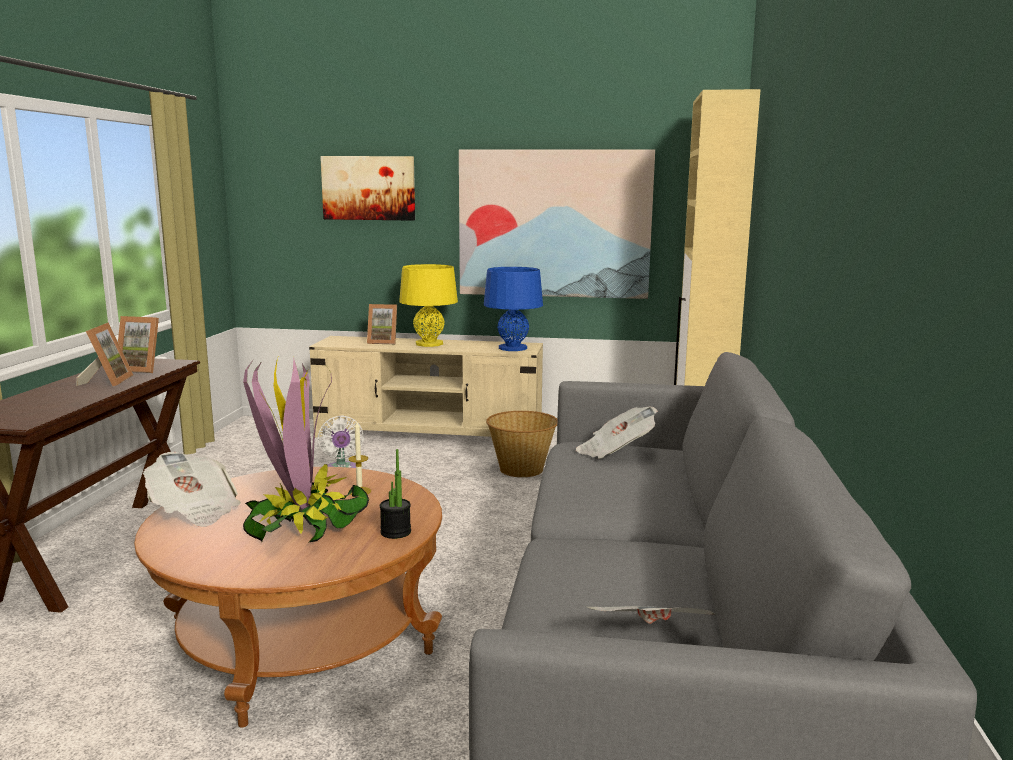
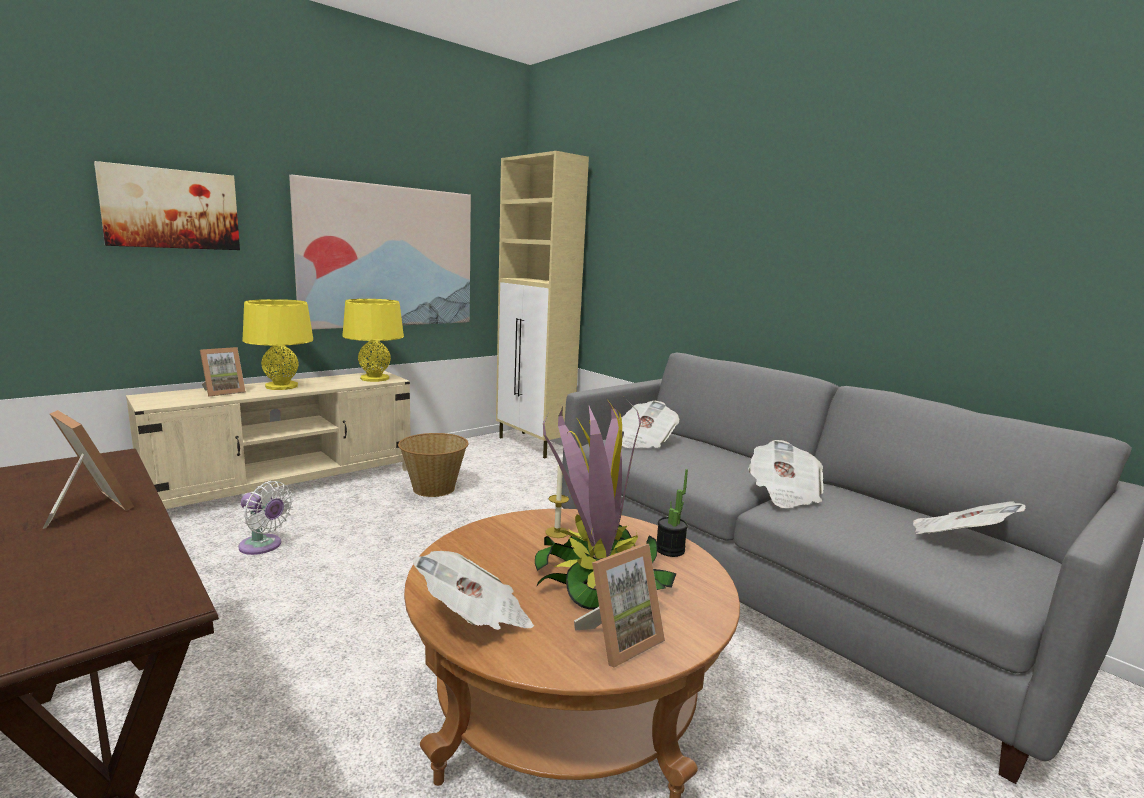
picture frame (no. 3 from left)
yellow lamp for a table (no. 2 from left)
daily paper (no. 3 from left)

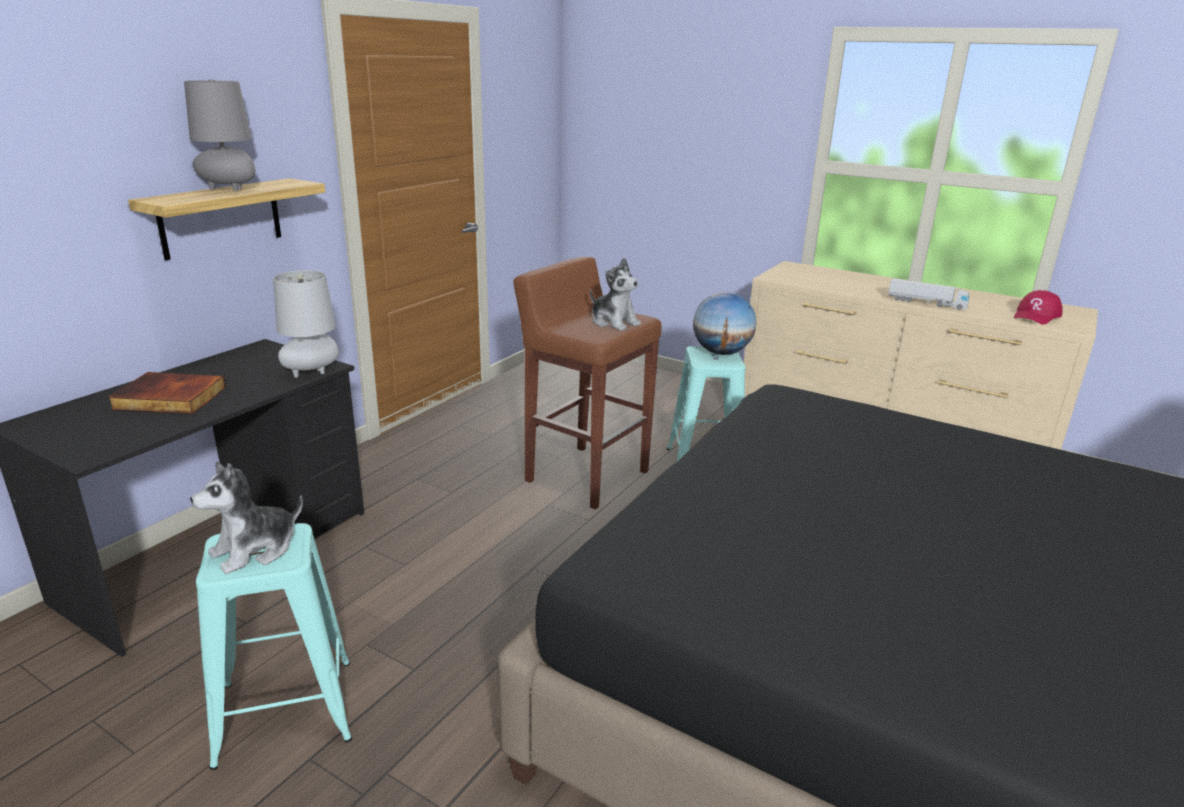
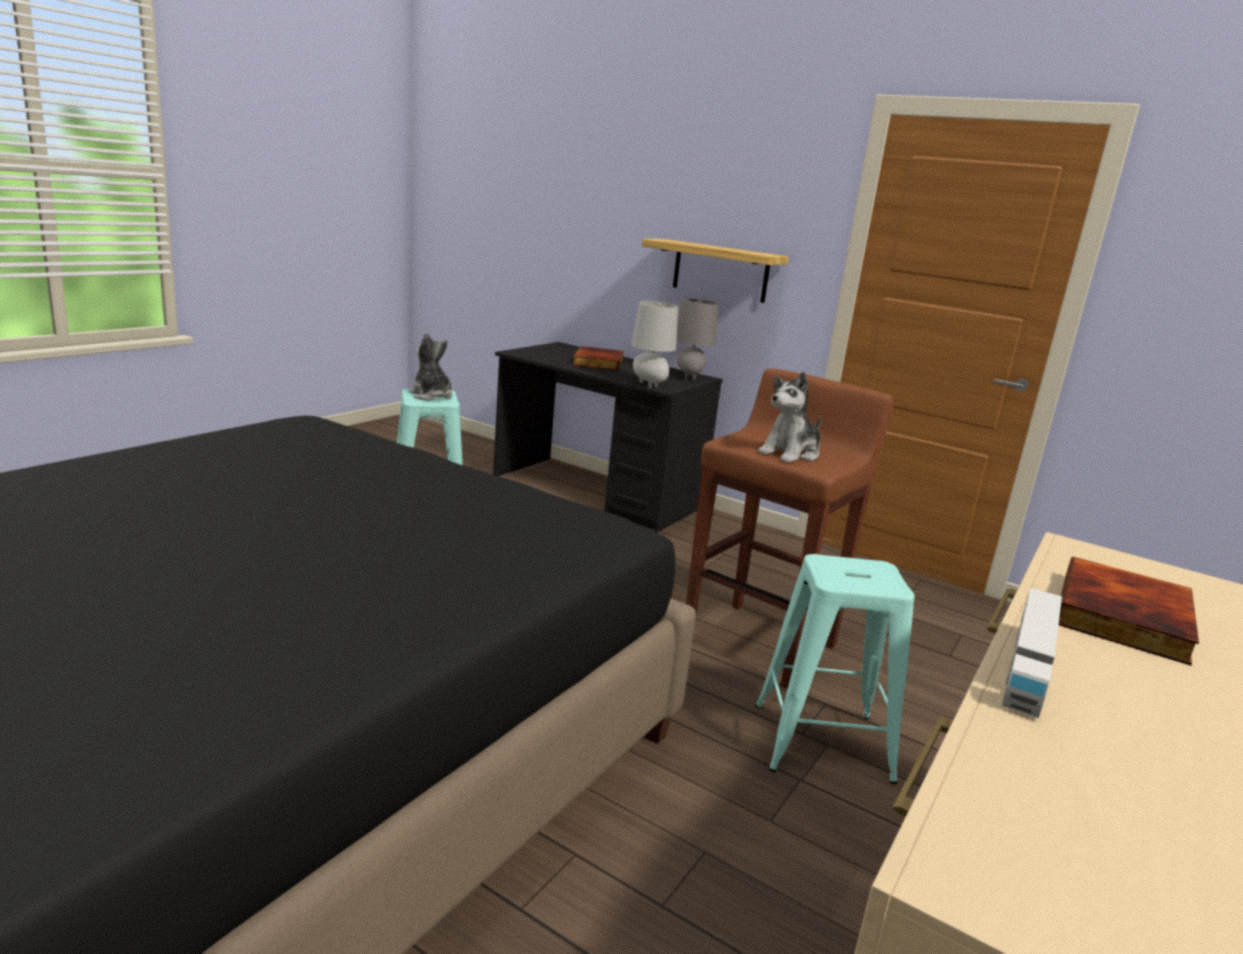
gray lamp for a table (no. 2 from left)
world globe
reddish cap
bound book (no. 2 from left)

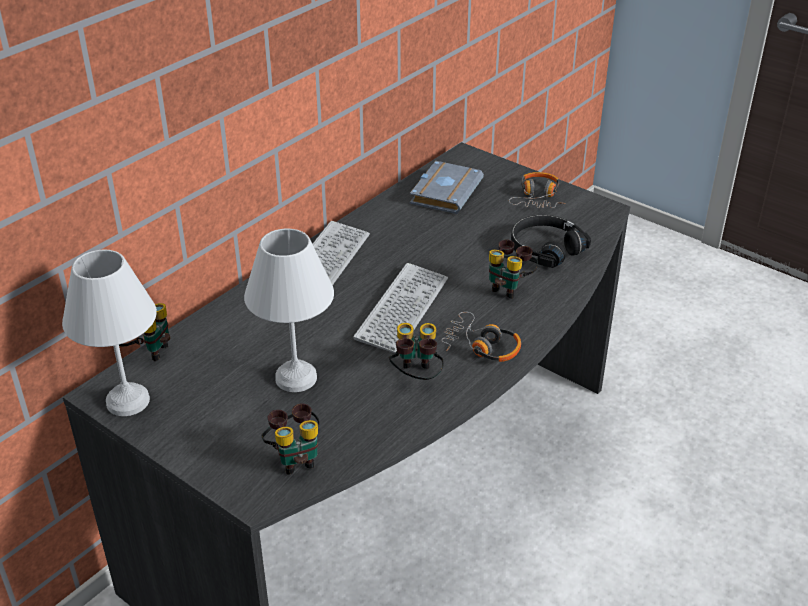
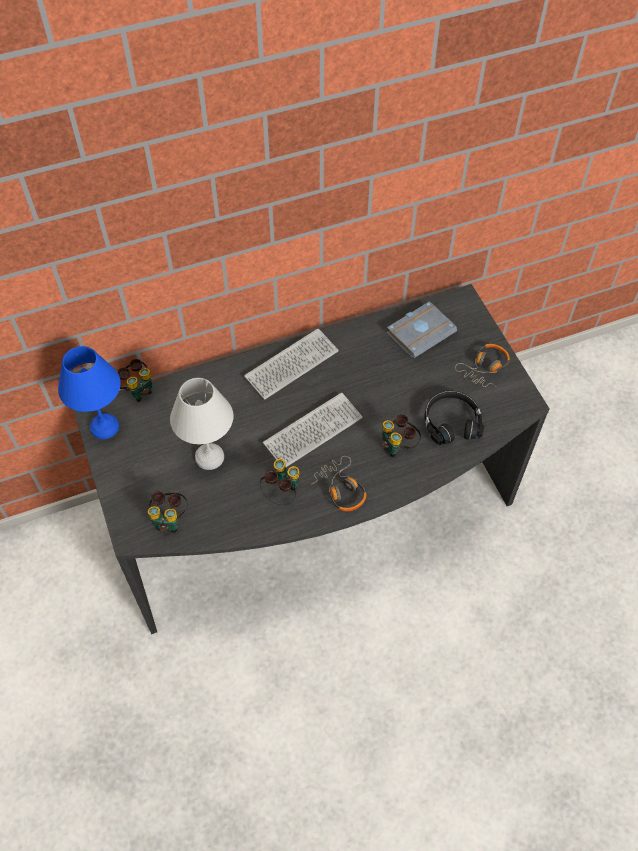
blue lamp for a table

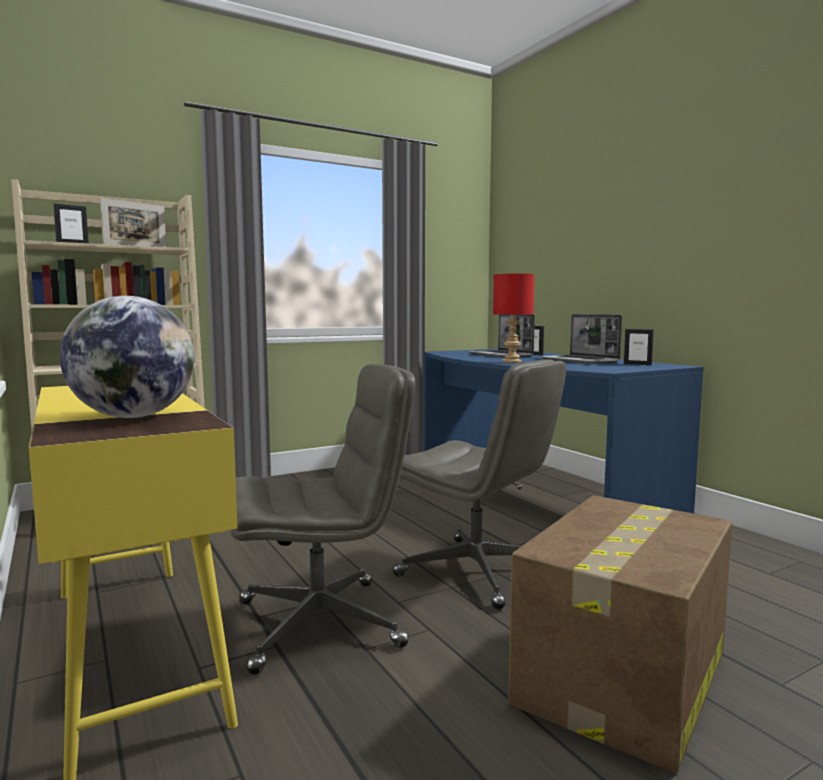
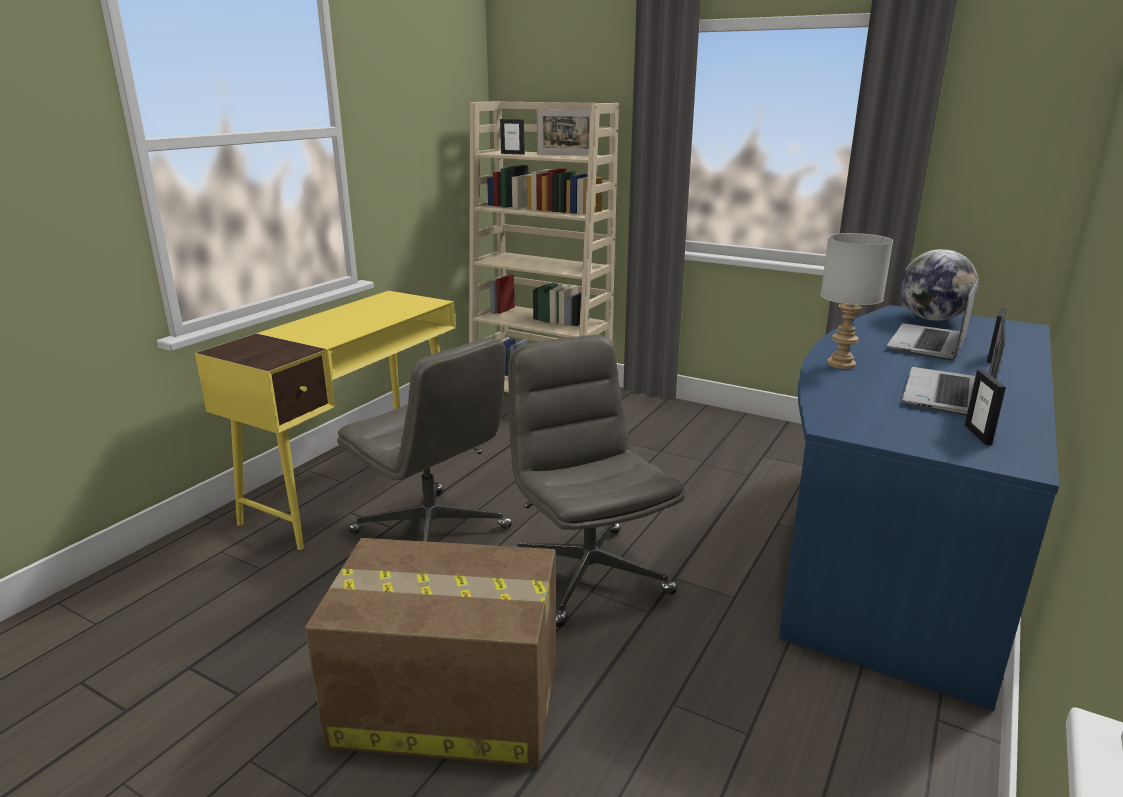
world globe
gray desk chair (no. 2 from left)
gray lamp for a table

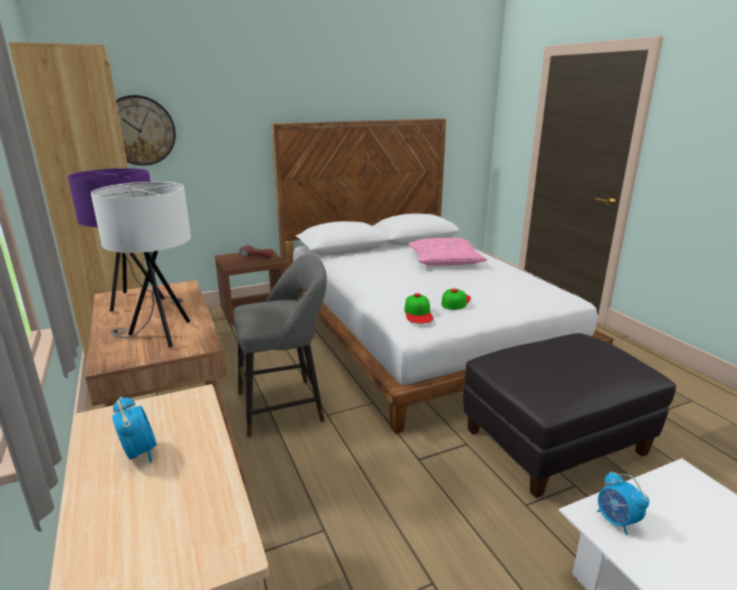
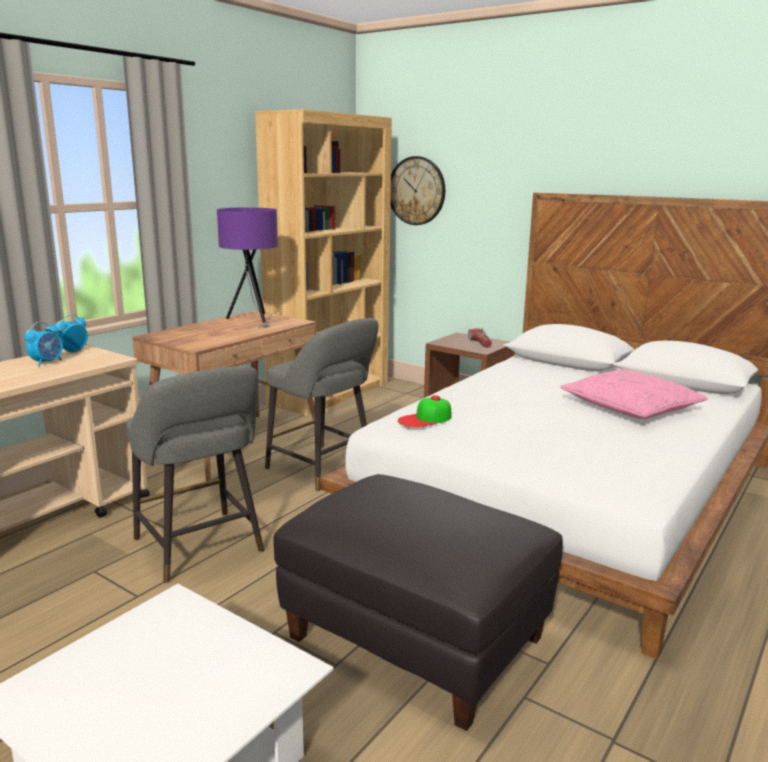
white lamp for a table
cap (no. 2 from left in the first image)
alarm clock (no. 2 from left)
gray stool (no. 1 from left)

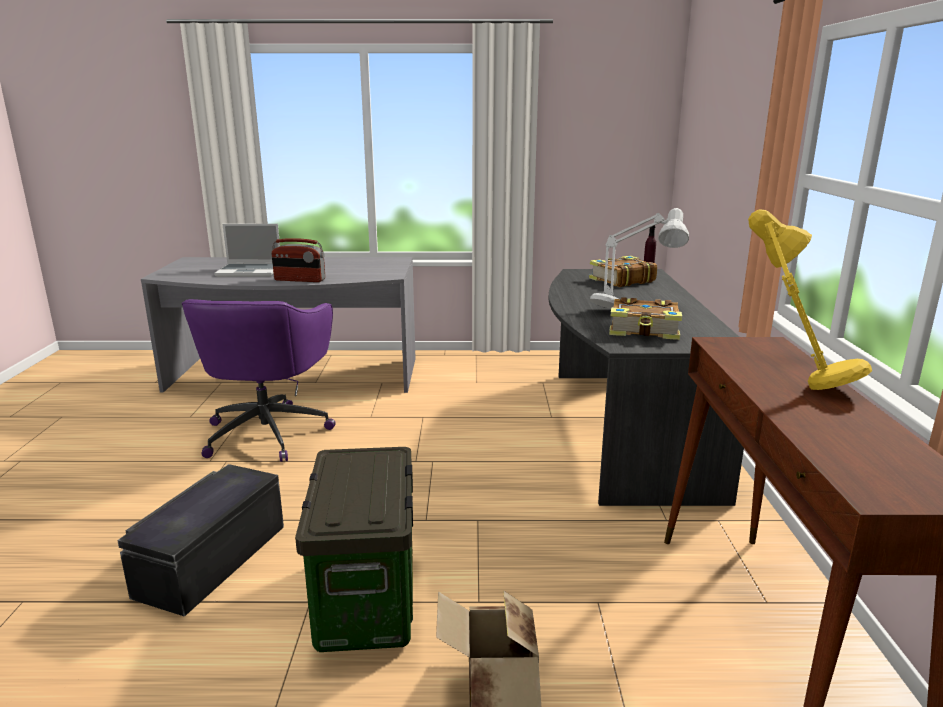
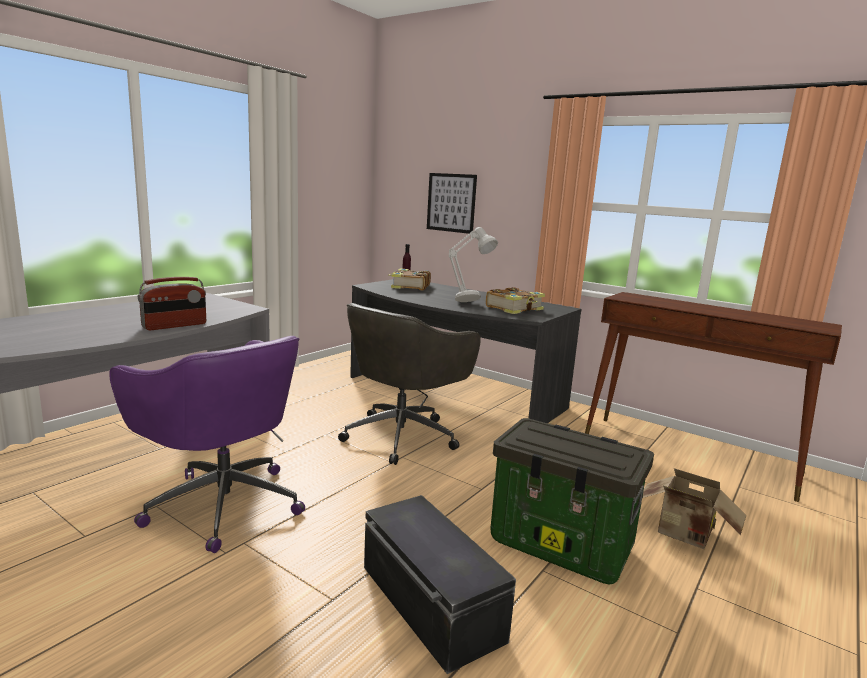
notebook computer
yellow lamp for a table
gray desk chair
wall picture

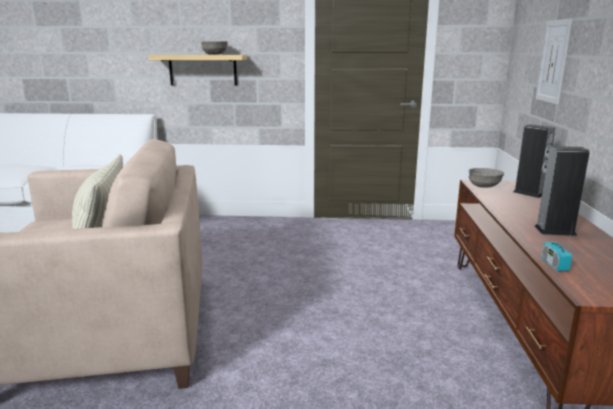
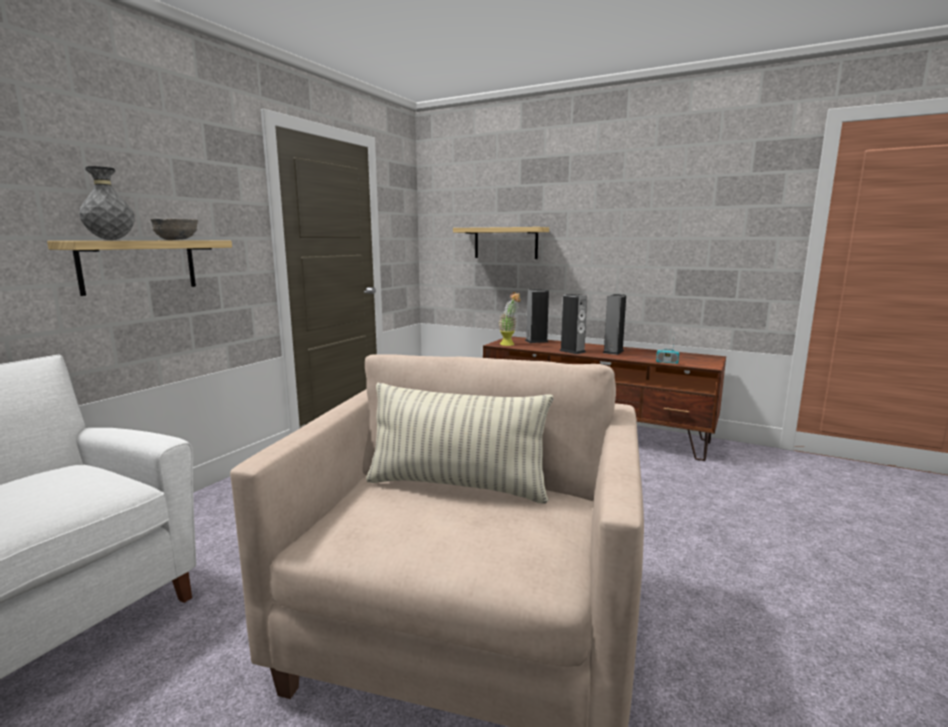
potted plant
bracket shelf (no. 2 from left)
gray vase
audio speaker (no. 2 from left)

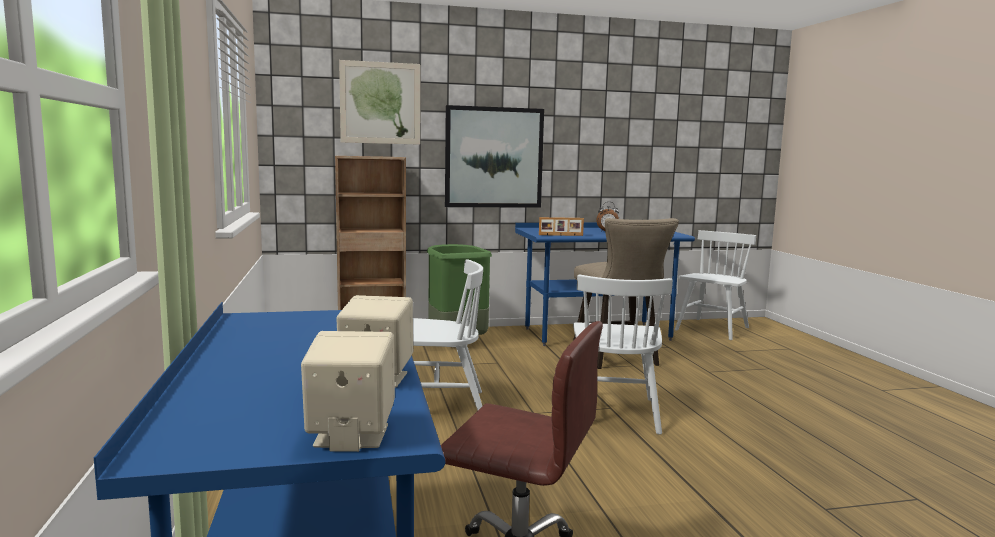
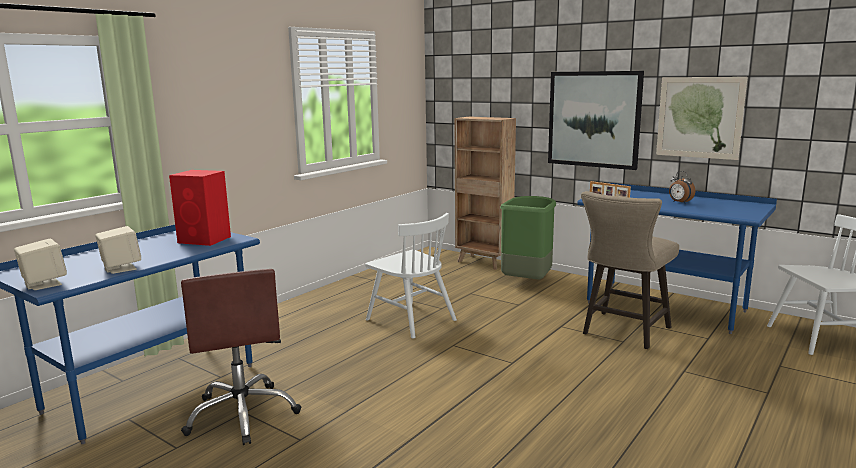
wall picture (no. 2 from left)
white plain chair (no. 2 from left in the first image)
reddish audio speaker

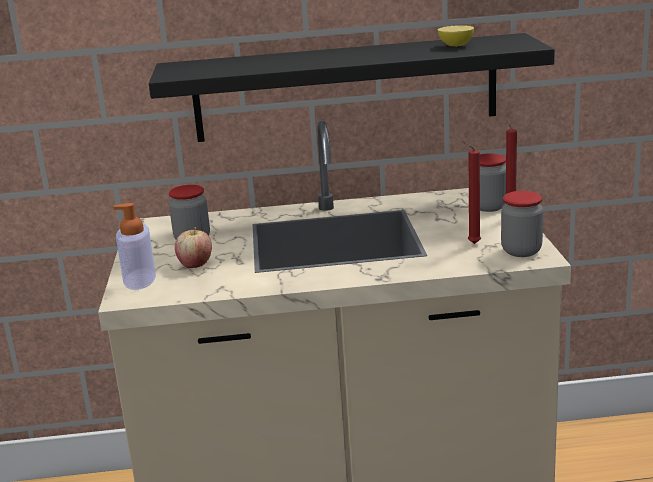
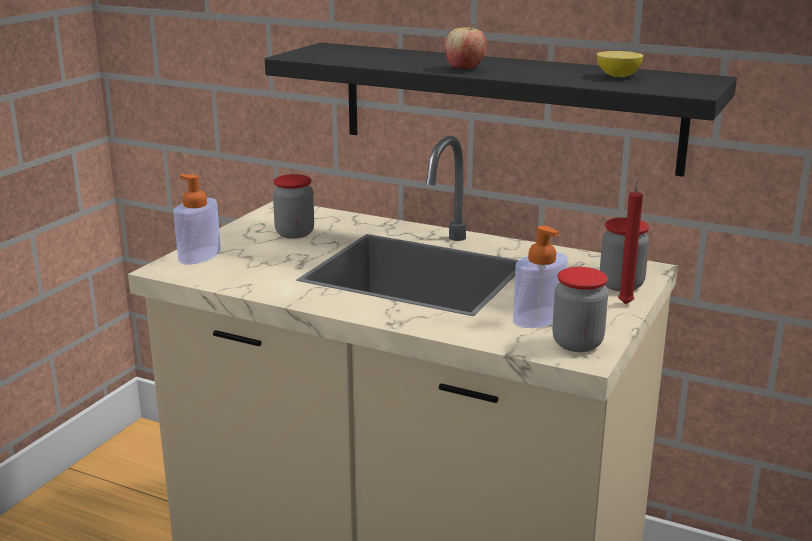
apple fruit
liquid soap bottle (no. 2 from left)

